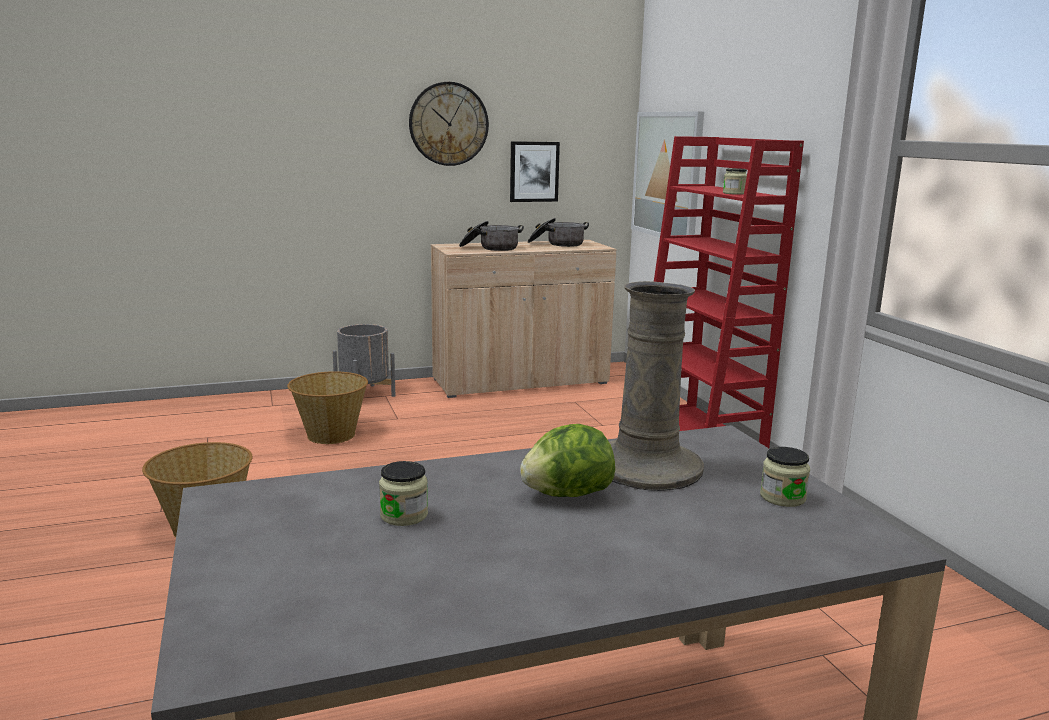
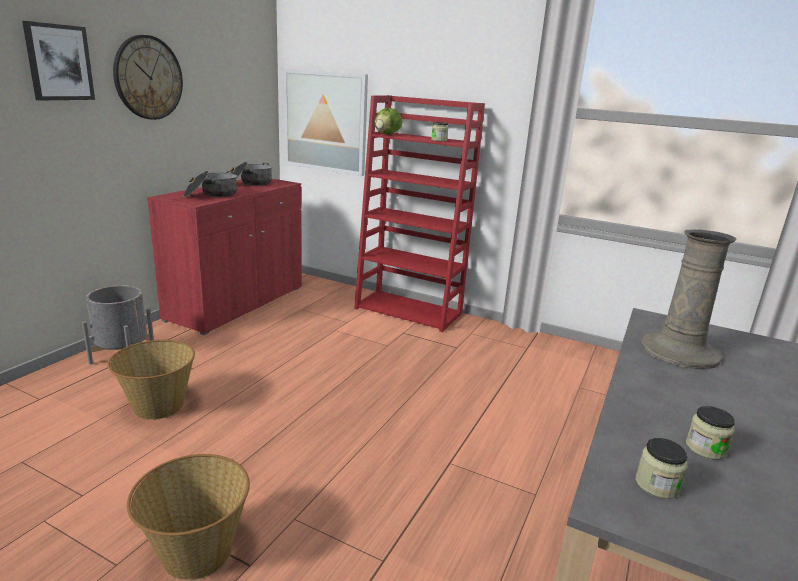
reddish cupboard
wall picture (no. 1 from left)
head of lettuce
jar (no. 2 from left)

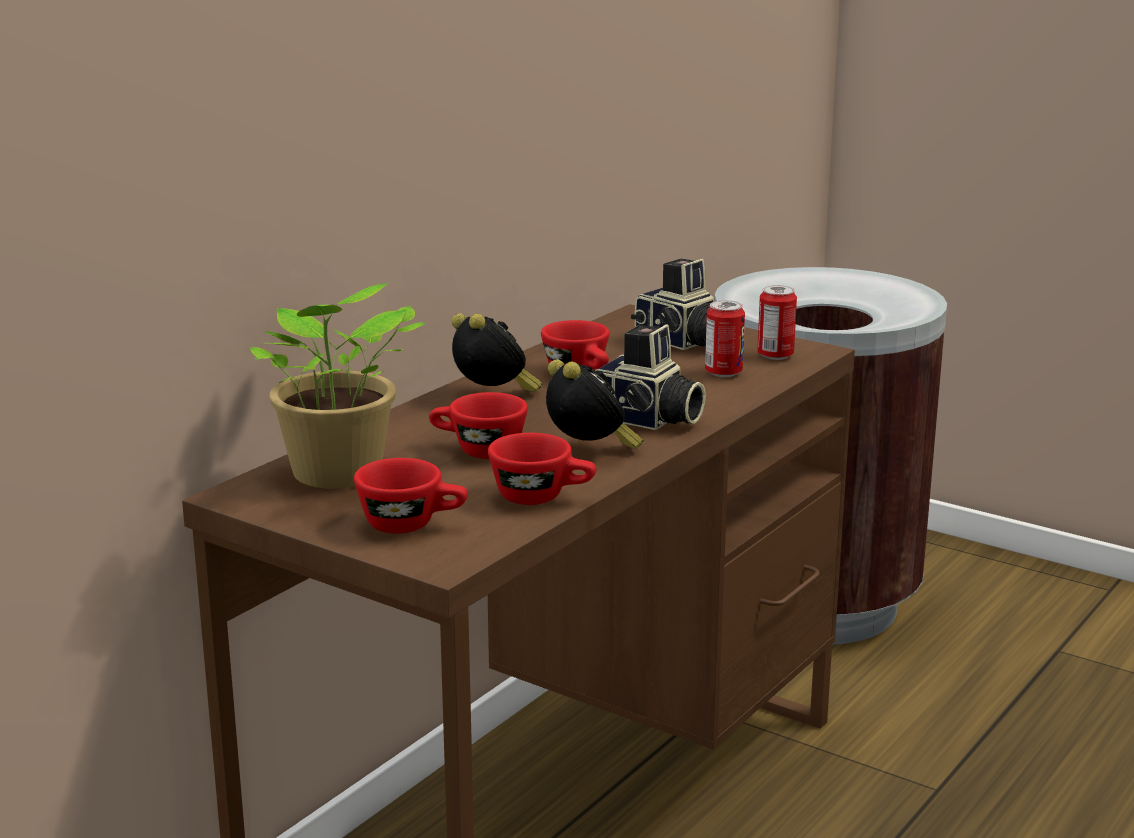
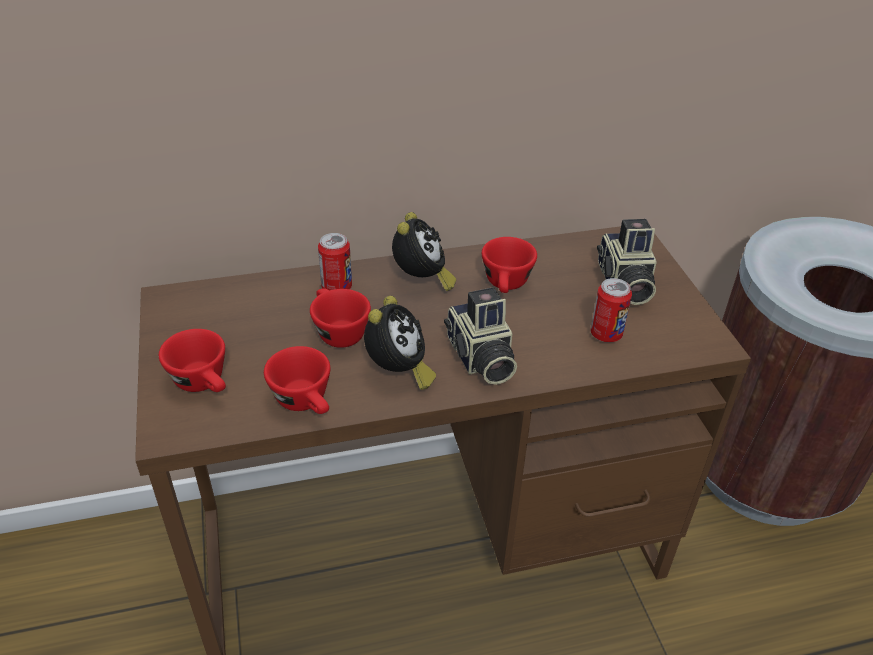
potted plant
sealed can (no. 1 from left)

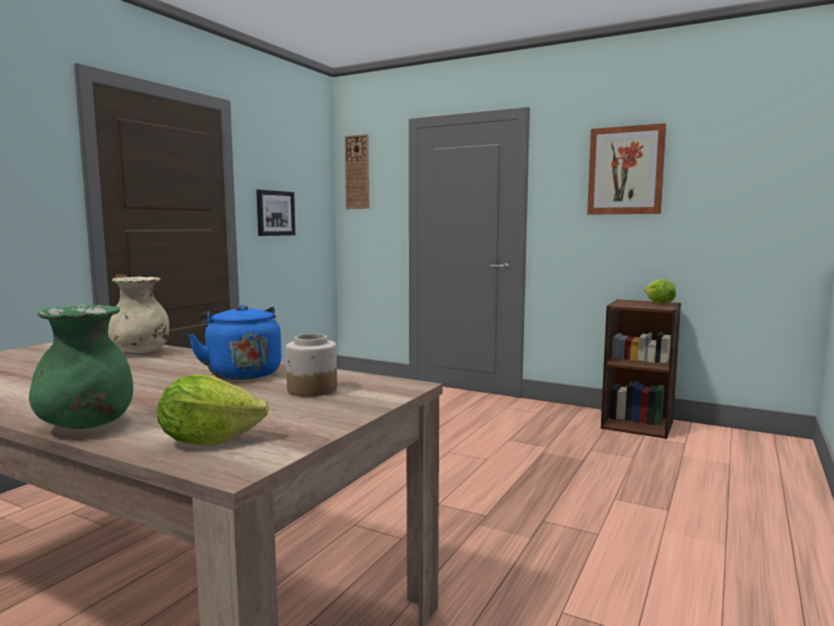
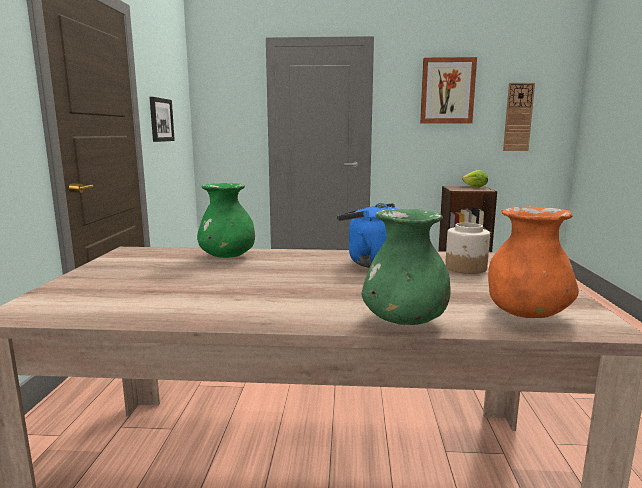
green vase (no. 1 from left)
orange-coloured vase
wall clock

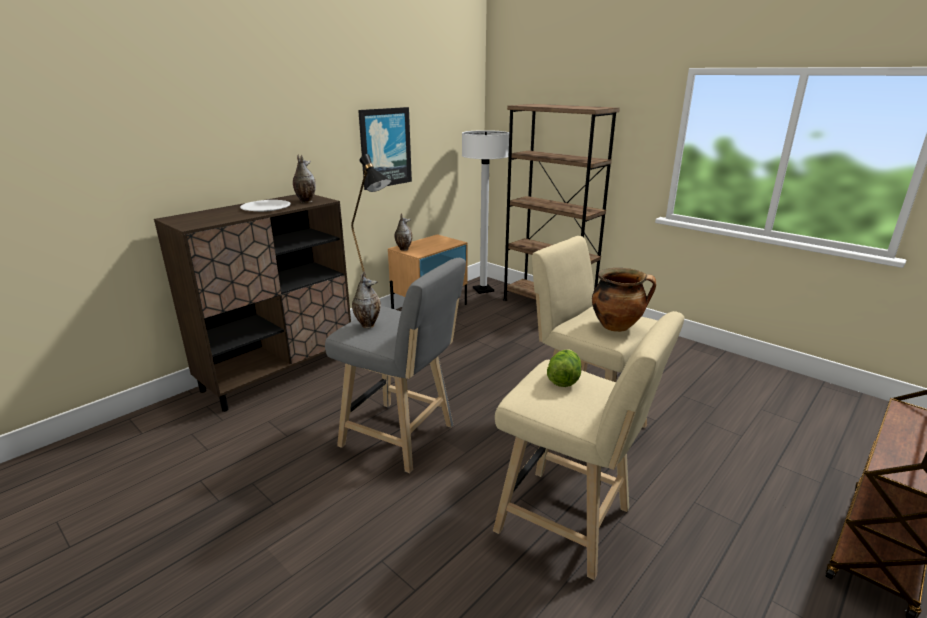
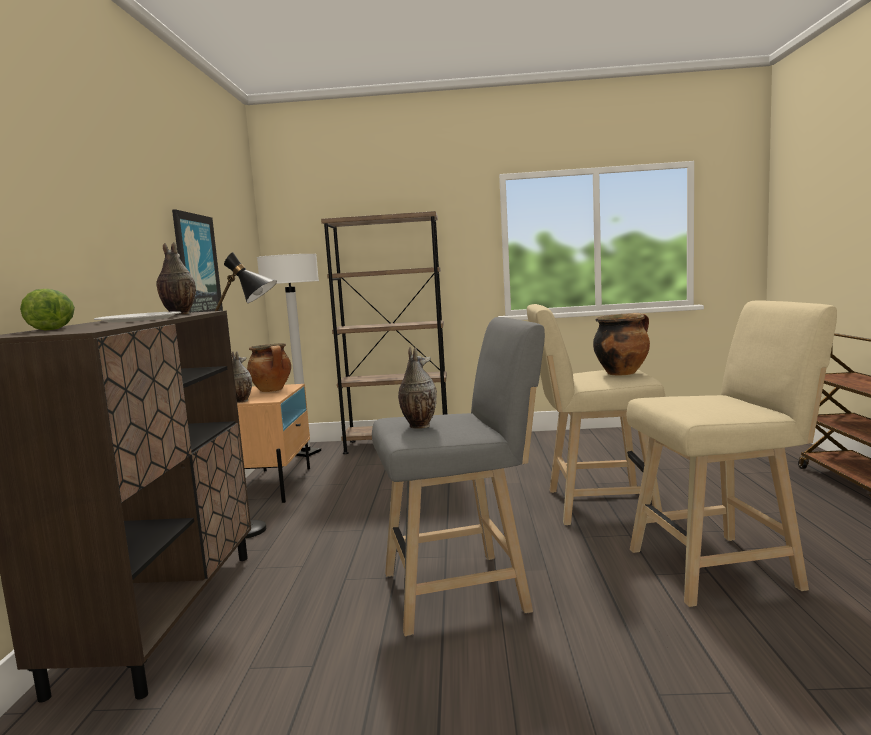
head of lettuce
saucepot (no. 1 from left)

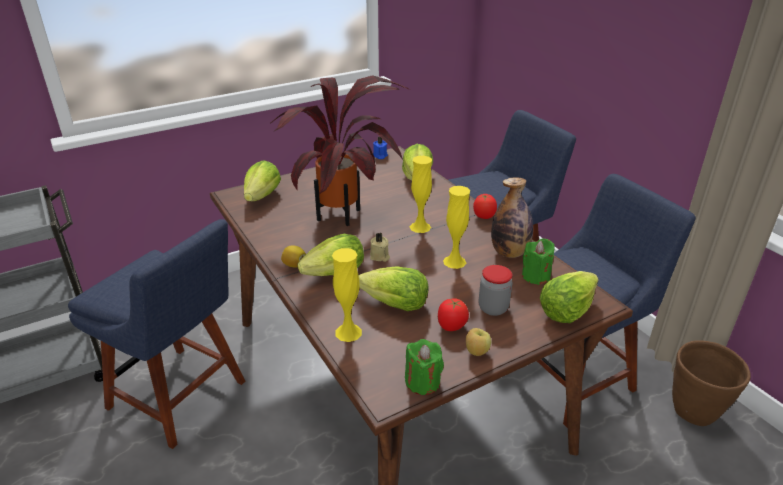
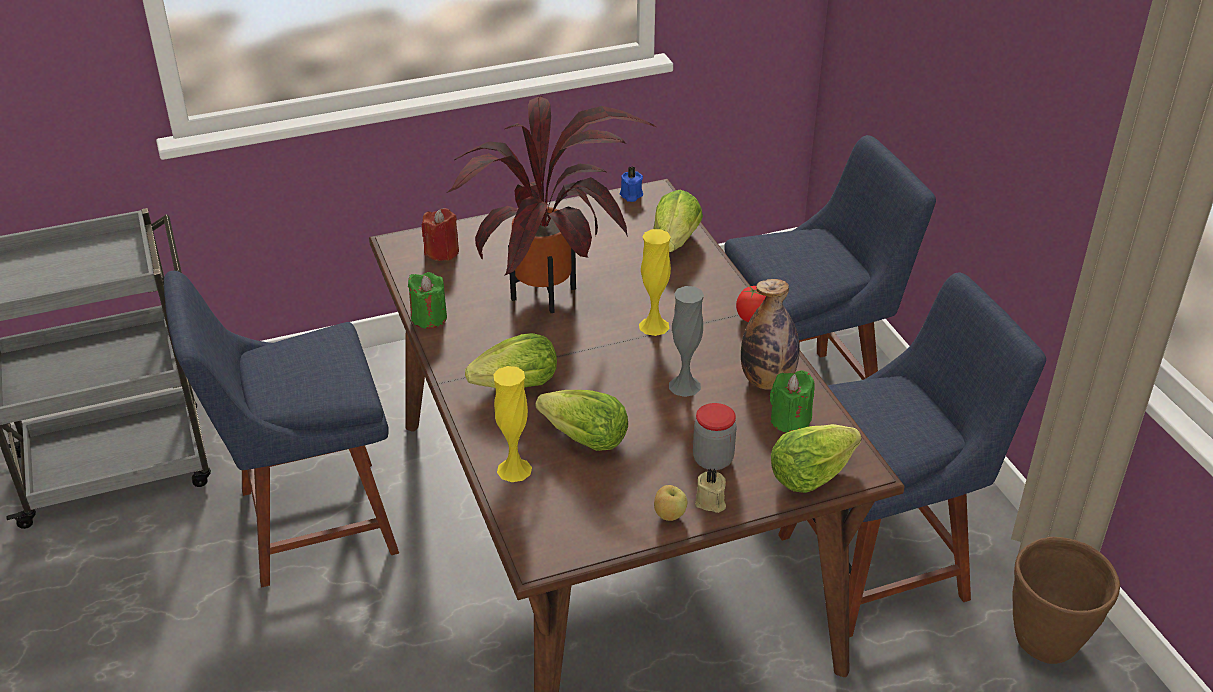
blue plain chair (no. 1 from left)
reddish wax candle
lemon
sand-coloured wax candle
green wax candle (no. 1 from left)
whole tomato (no. 1 from left in the first image)
gray vase

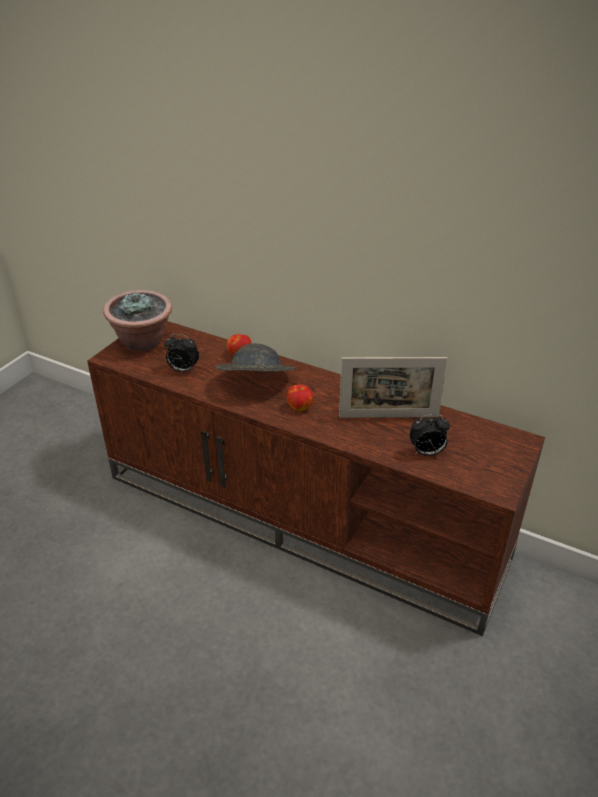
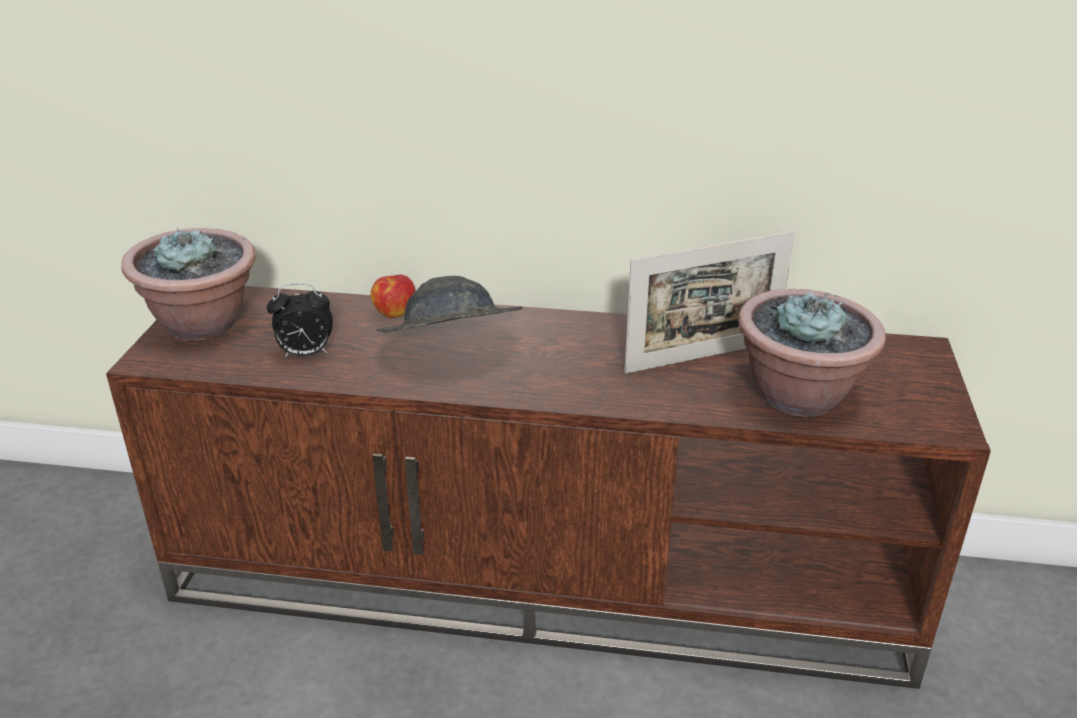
apple fruit (no. 2 from left in the first image)
potted plant (no. 2 from left)

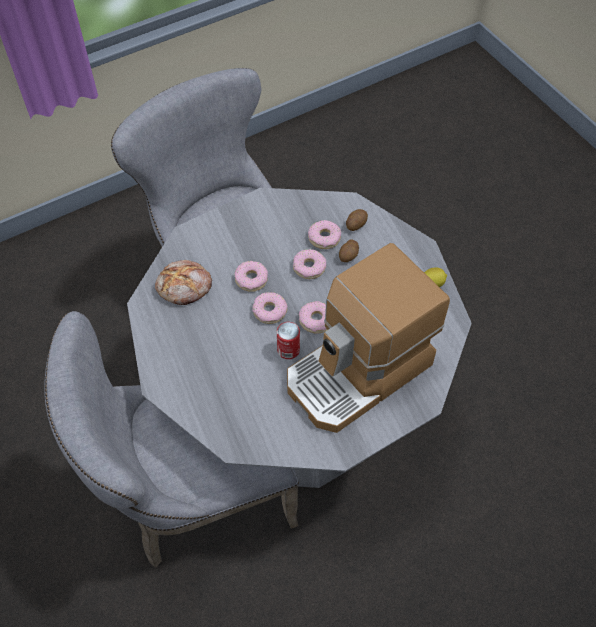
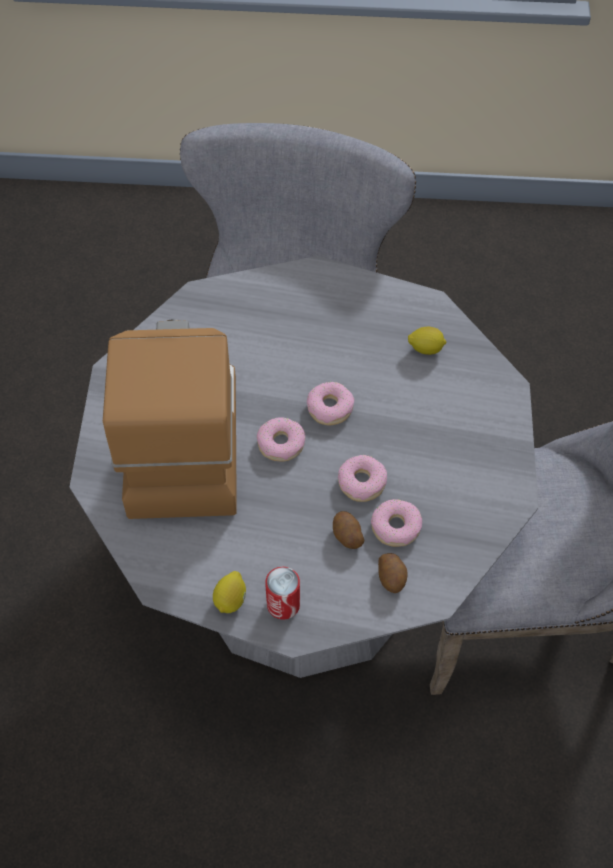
lemon (no. 2 from left)
donut (no. 1 from left in the first image)
sealed can

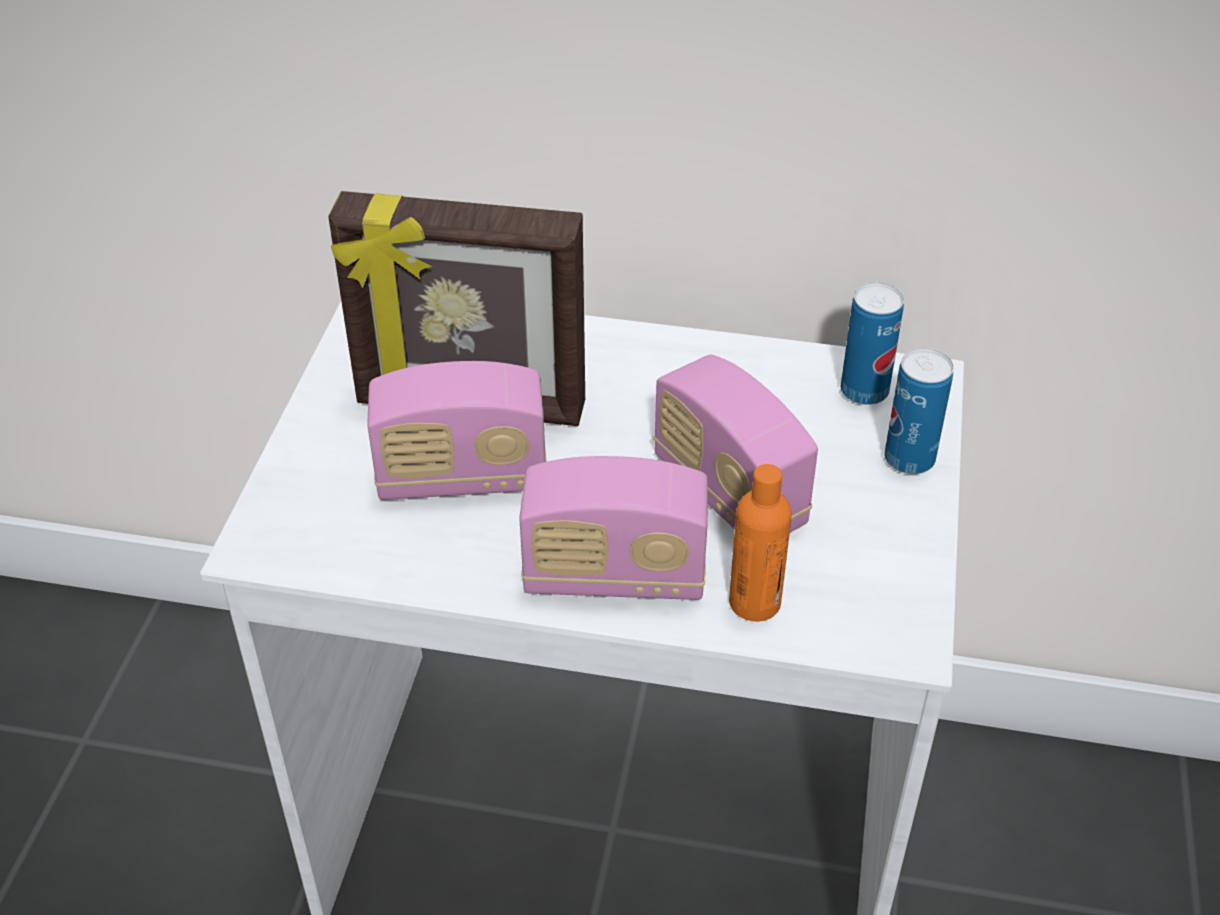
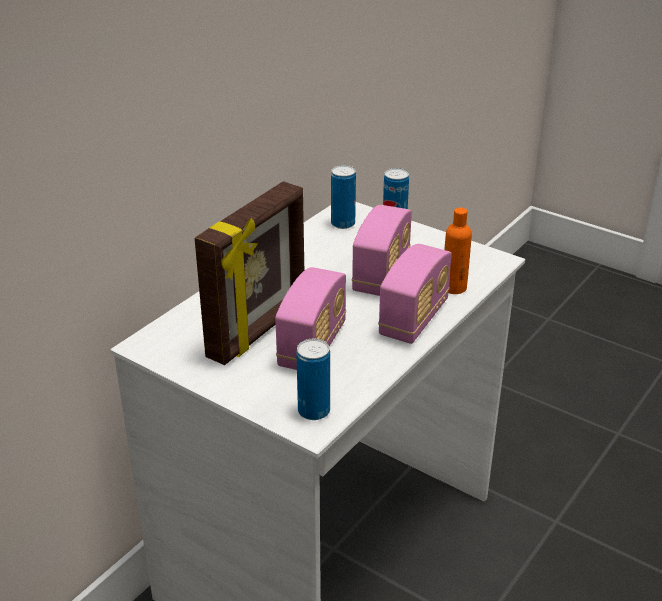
radio set (no. 2 from left)
sealed can (no. 1 from left)

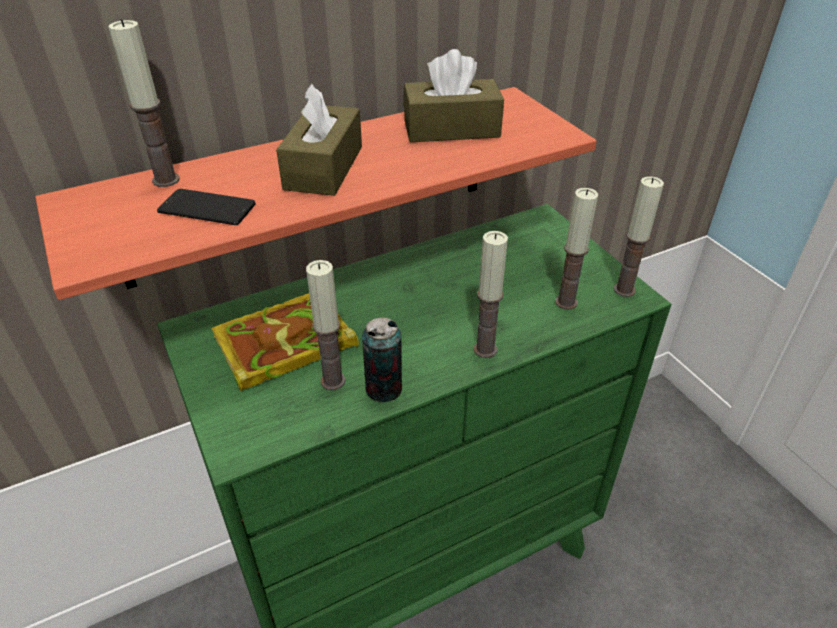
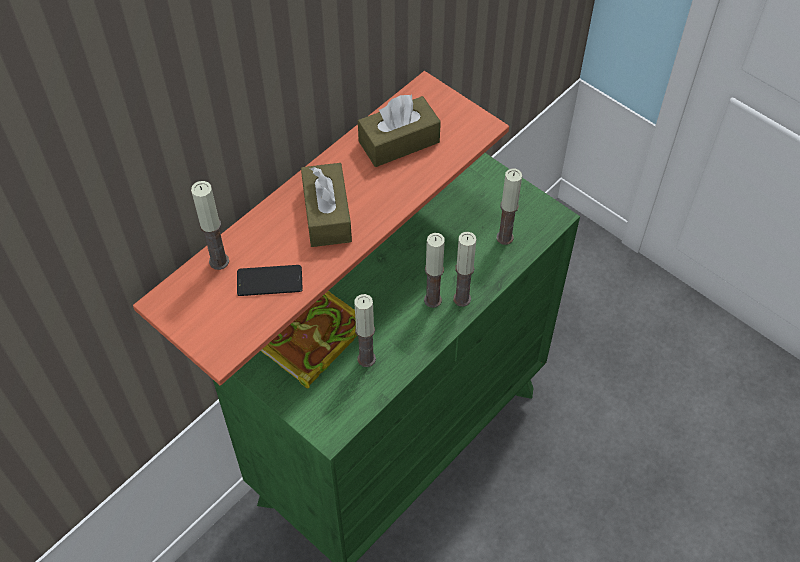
sealed can
wax candle (no. 3 from left)

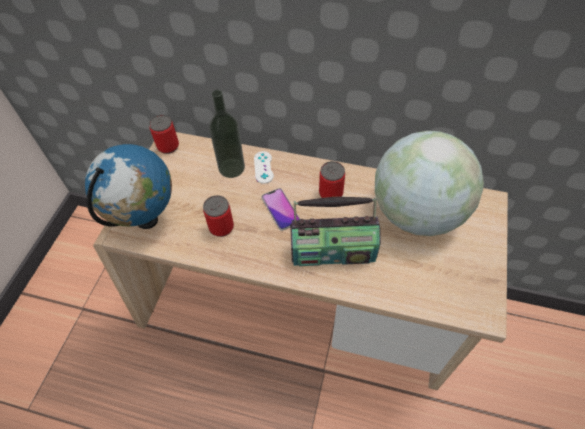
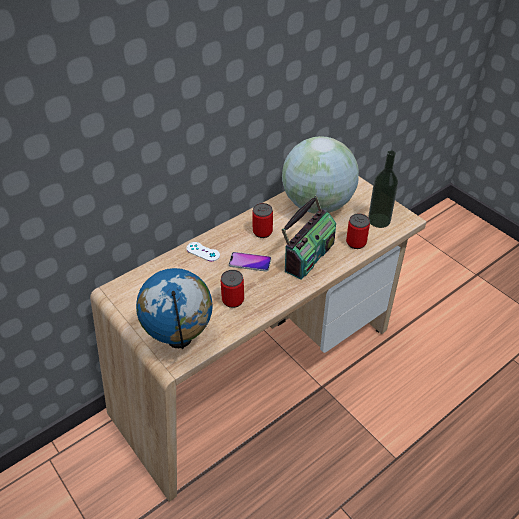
sealed can (no. 3 from left)
drink bottle

